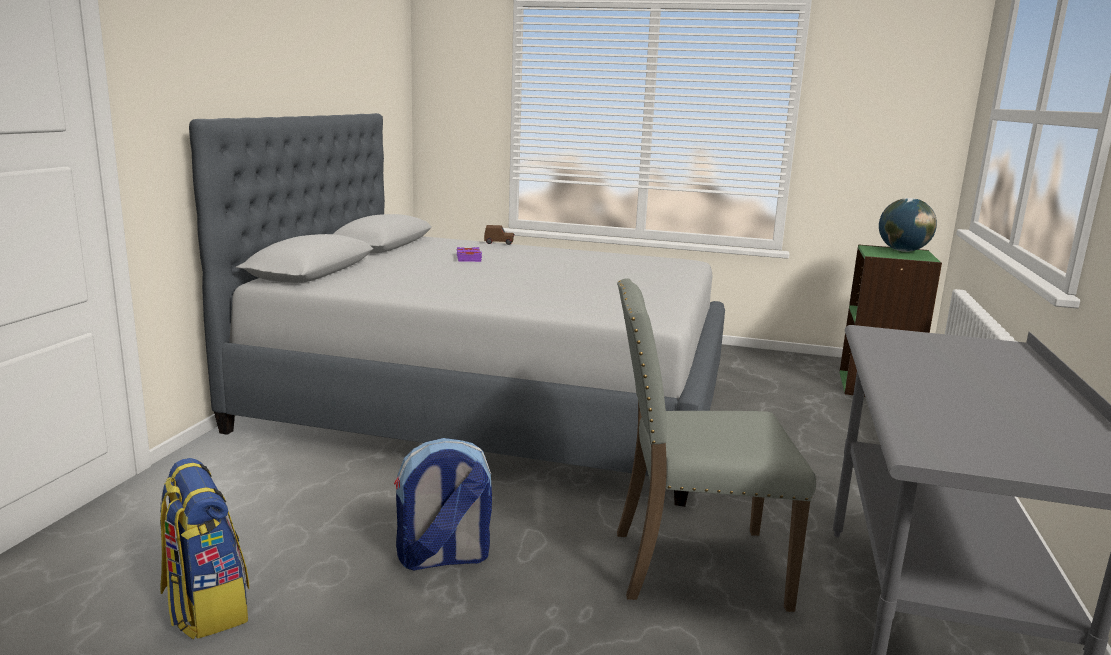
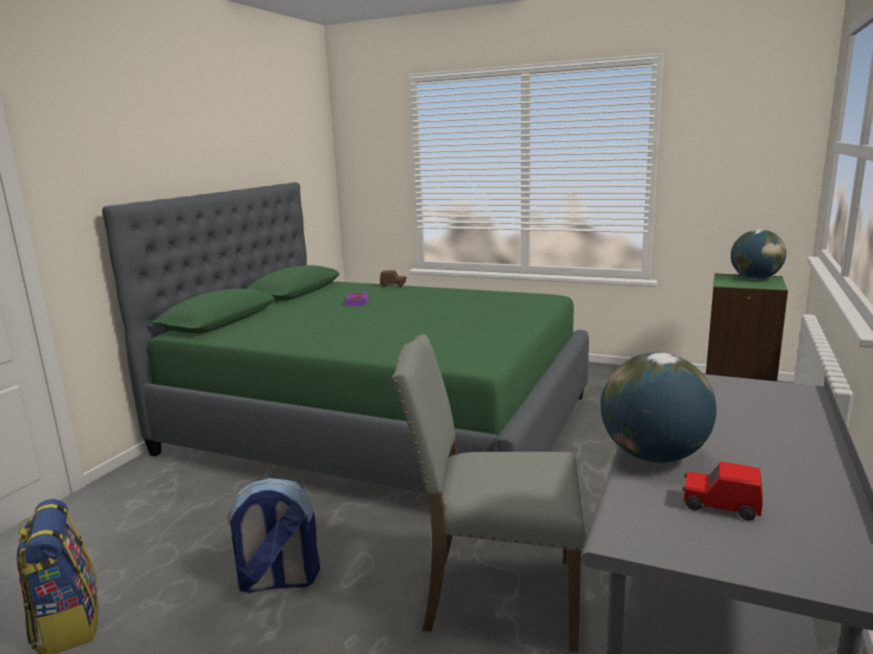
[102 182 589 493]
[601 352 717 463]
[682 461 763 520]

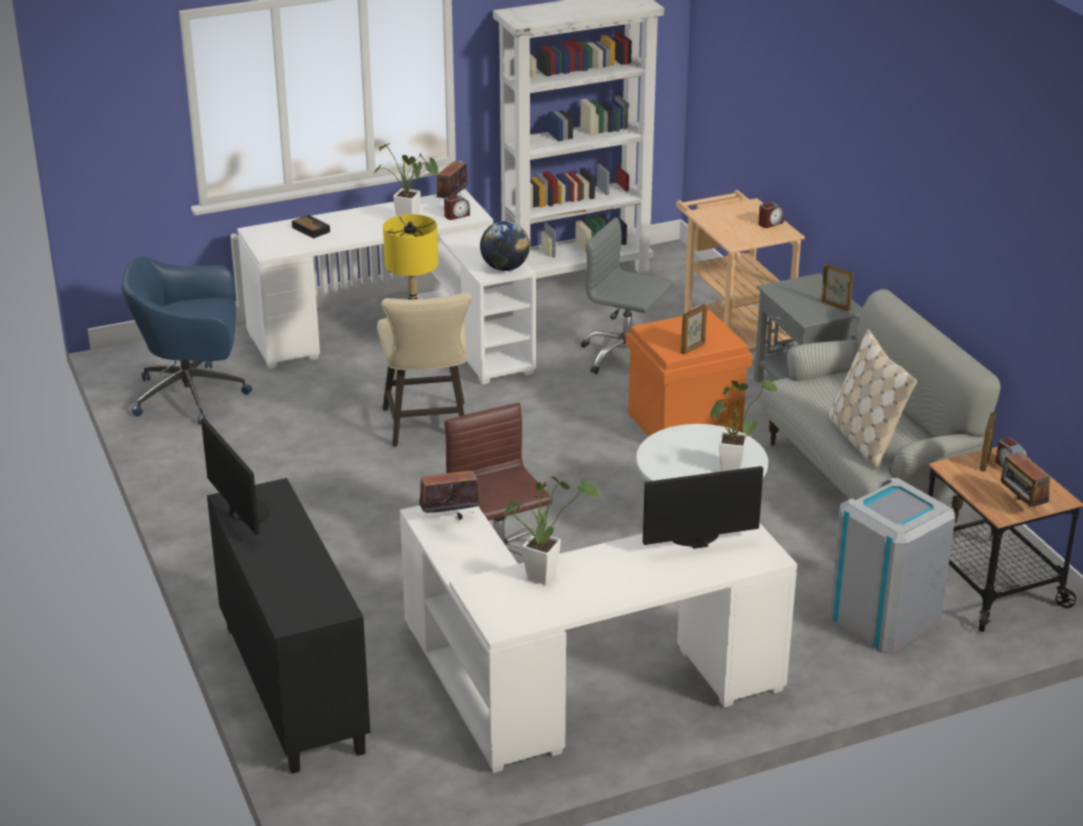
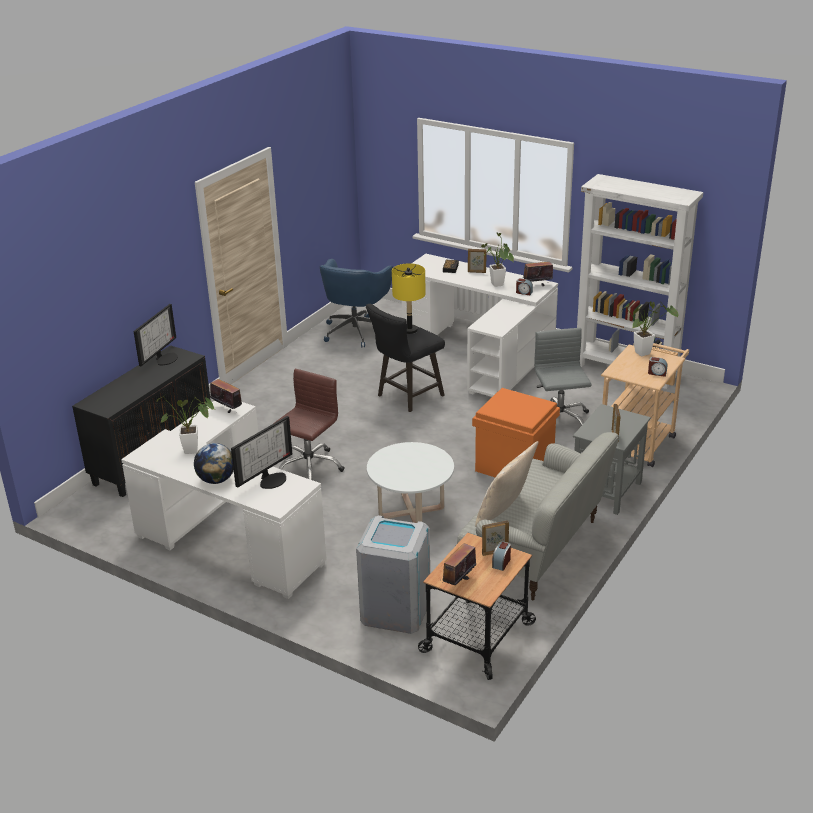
[320 259 393 347]
[366 304 445 412]
[194 443 234 484]
[231 416 292 489]
[468 249 487 273]
[621 301 678 356]

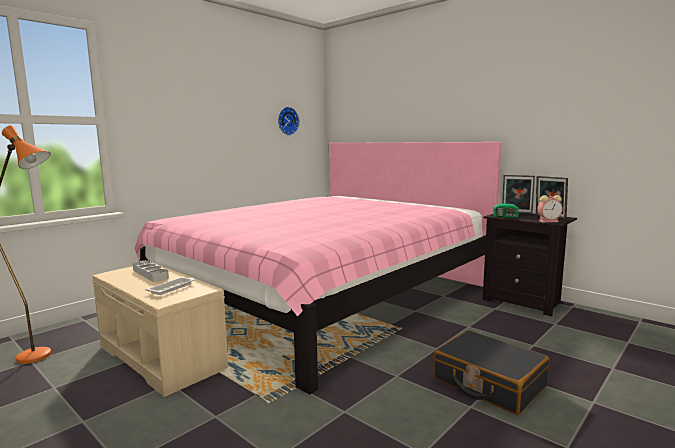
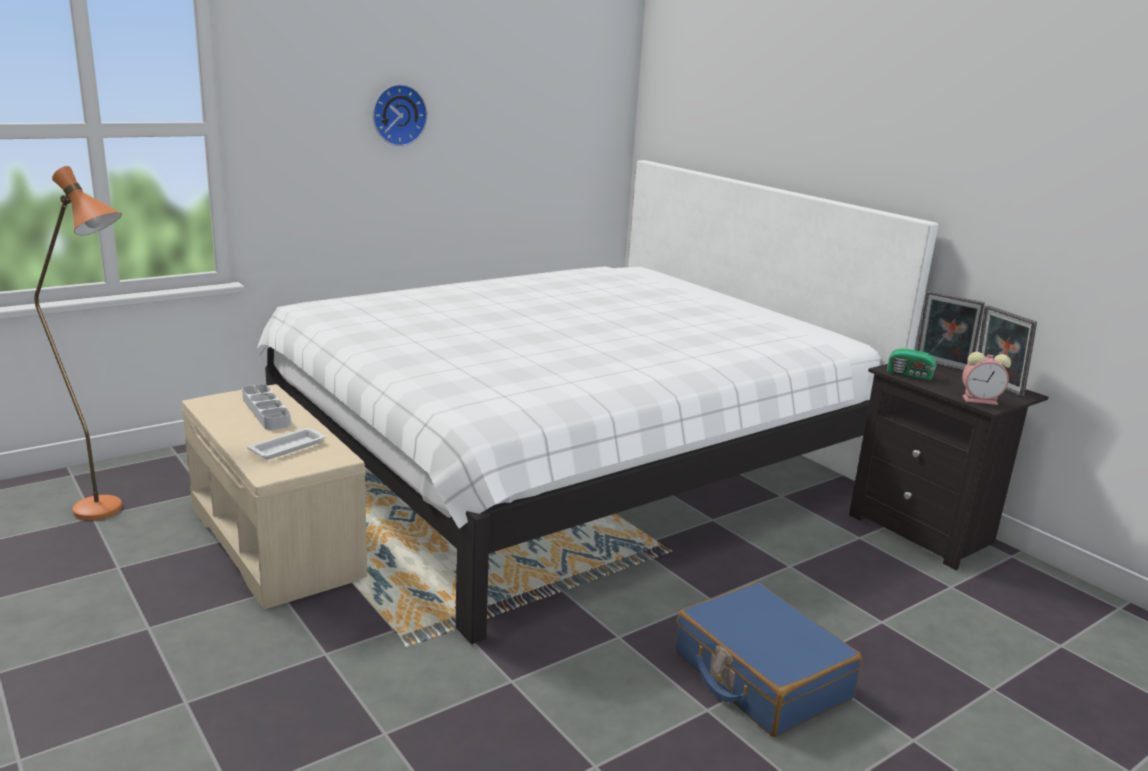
[257 160 938 644]
[373 84 427 146]
[676 582 862 737]

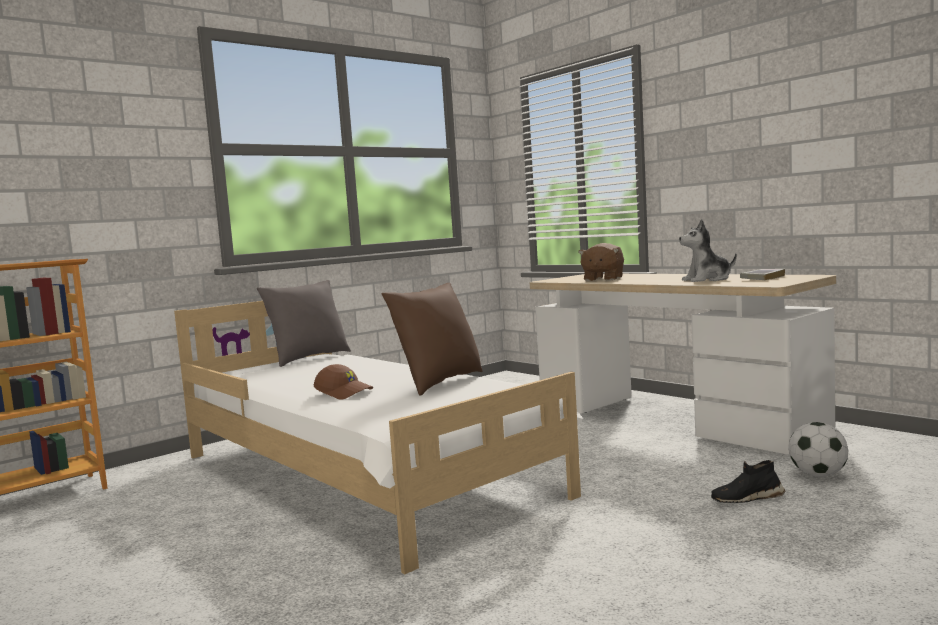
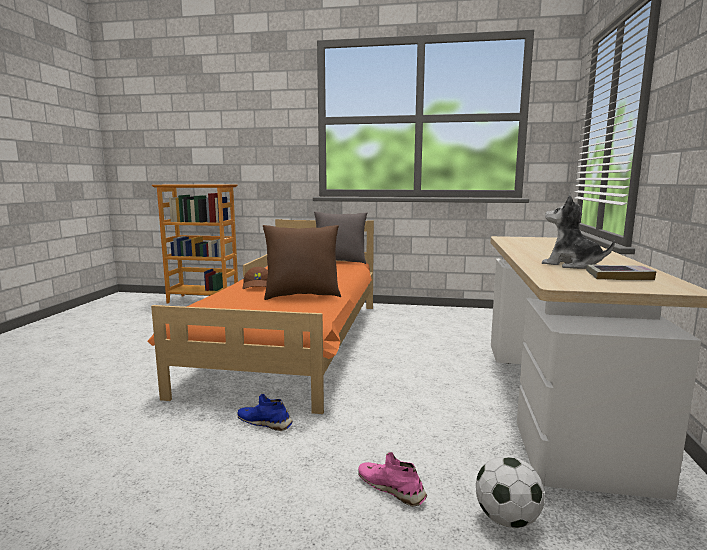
[147 219 374 414]
[578 243 624 281] (first image)
[358 452 427 507]
[237 394 293 431]

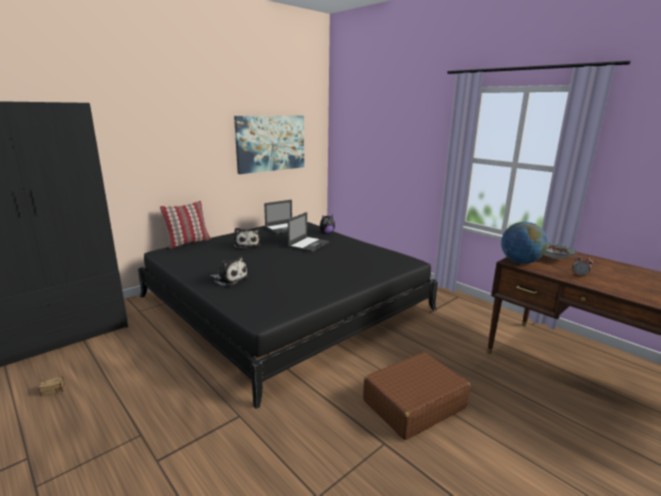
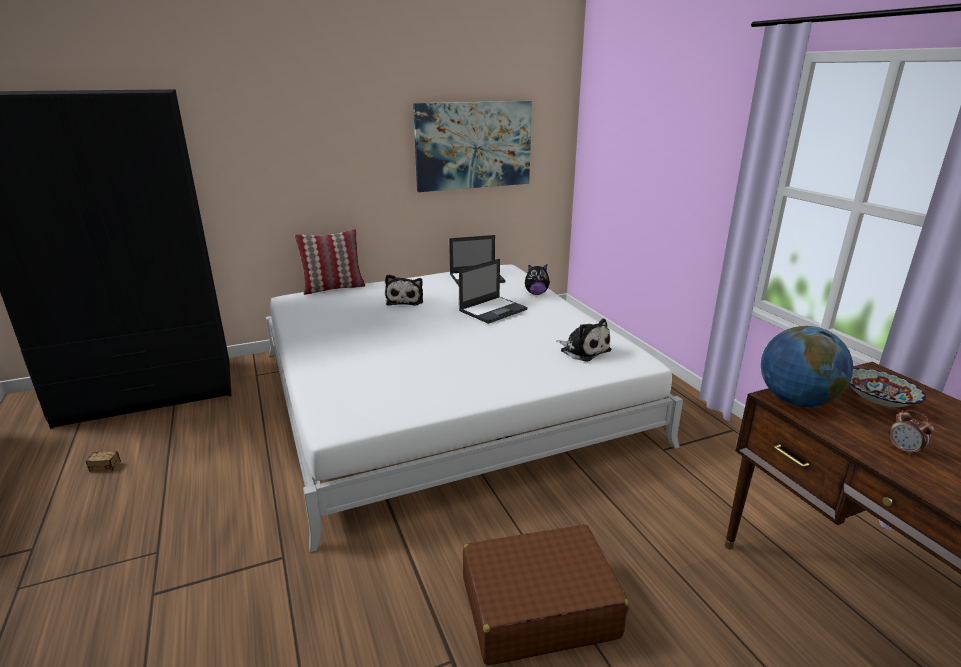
[266 265 683 553]
[556 319 612 362]

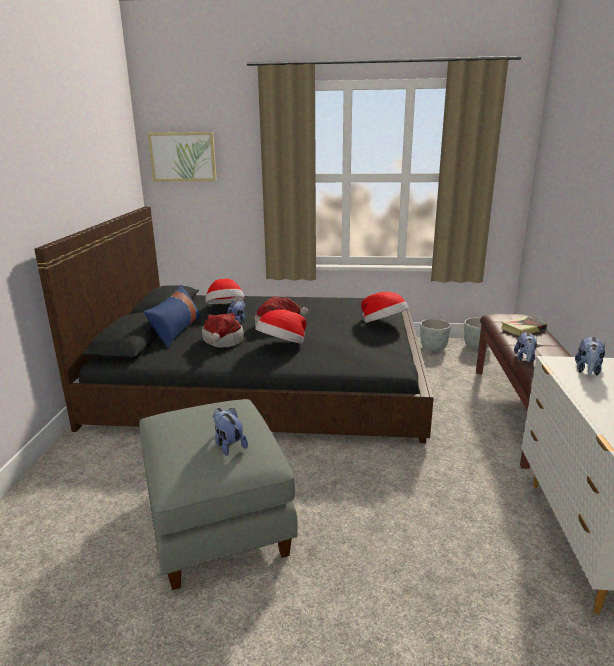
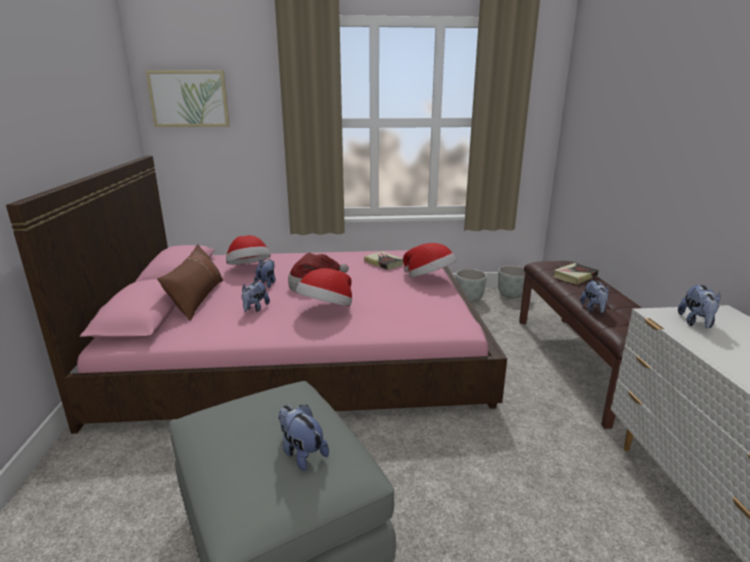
[6 156 507 434]
[157 244 223 321]
[242 280 270 312]
[364 251 403 270]

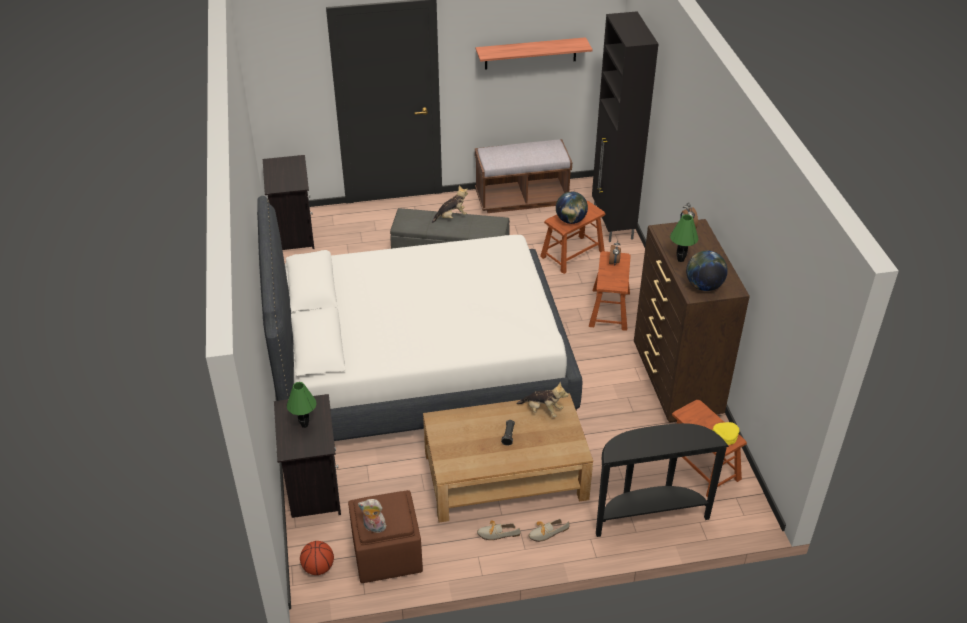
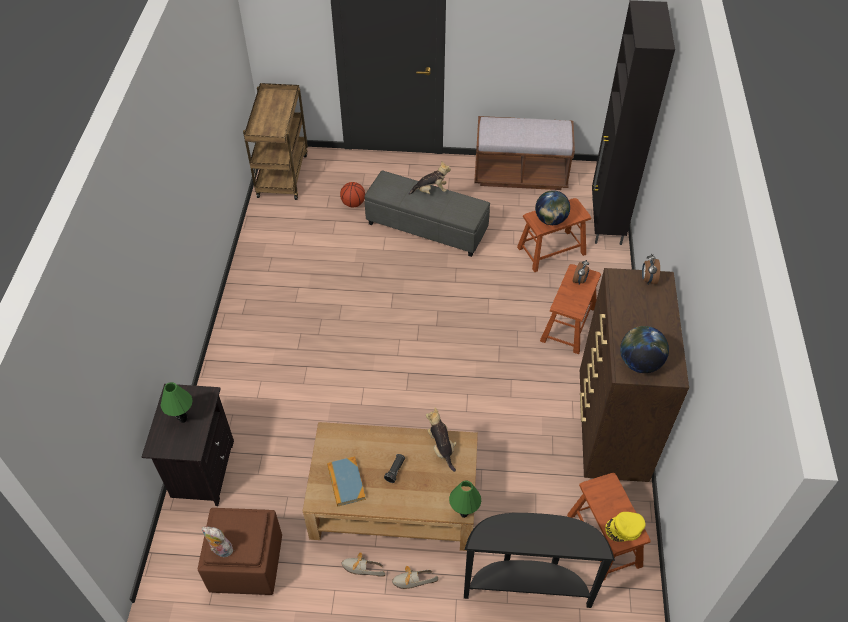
[257 196 582 441] (first image)
[243 83 308 200]
[340 182 365 207]
[476 37 593 70] (first image)
[426 407 456 472]
[449 480 481 518]
[327 456 366 506]

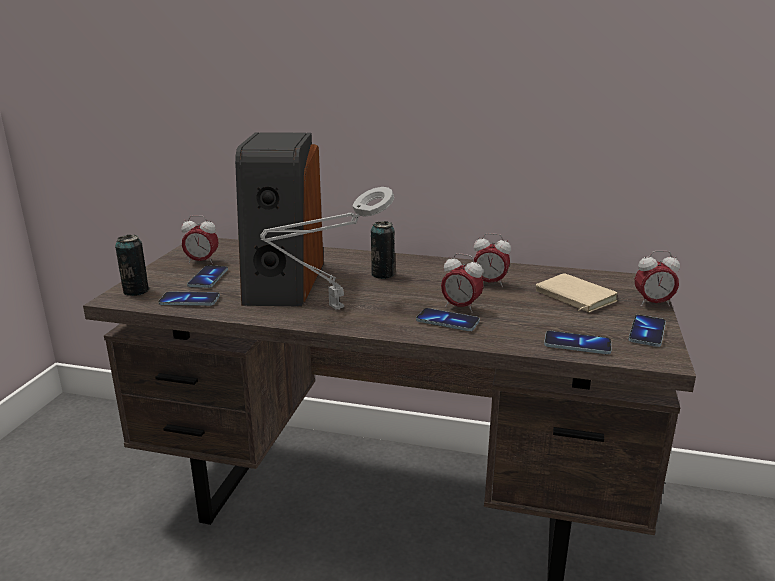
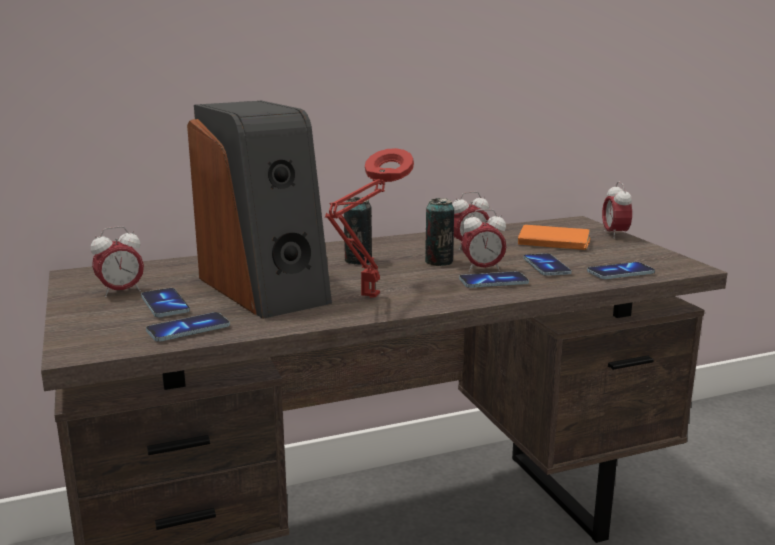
[425 198 454 266]
[325 148 414 298]
[518 225 590 250]
[523 253 572 276]
[602 181 632 239]

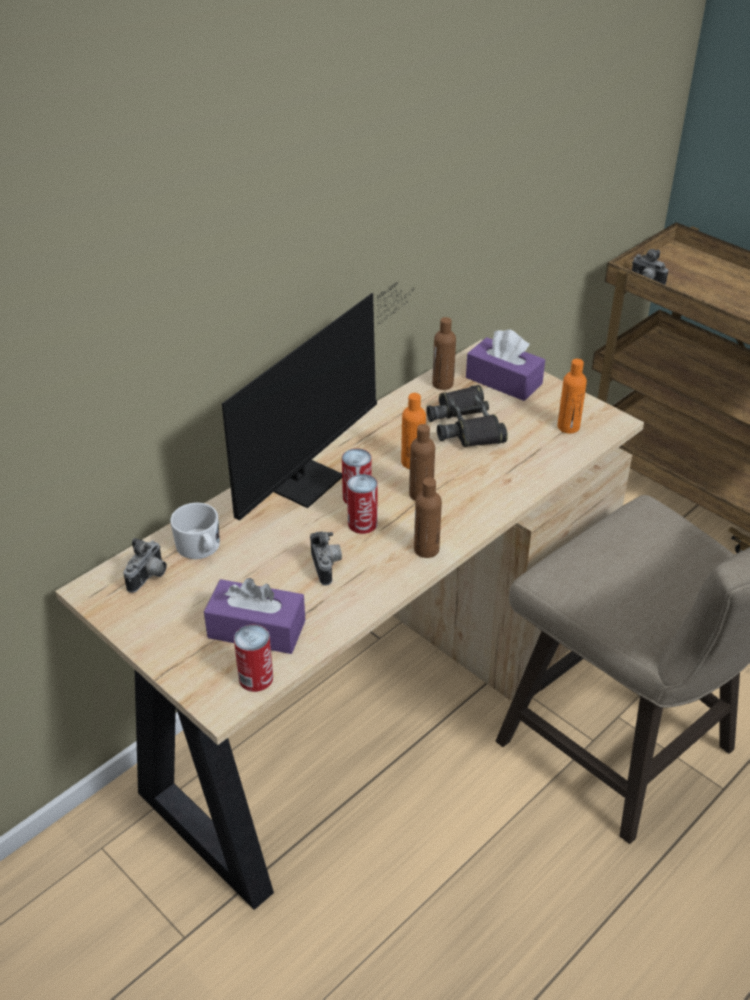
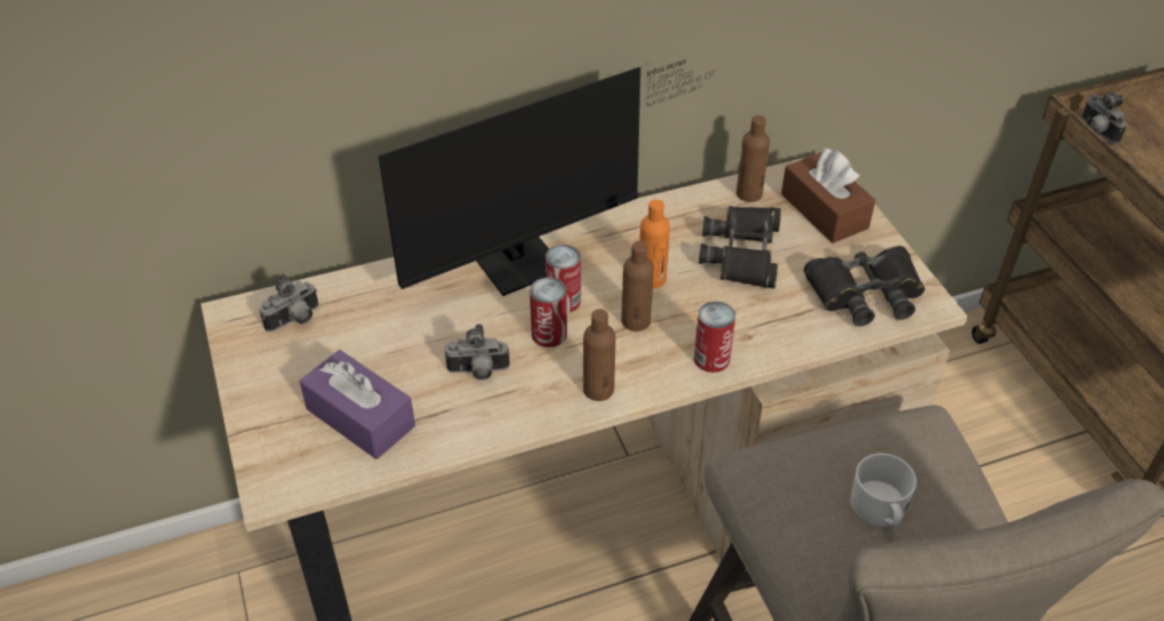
[850 453 917 526]
[694 301 736 373]
[444 324 510 380]
[781 148 876 243]
[804 246 925 326]

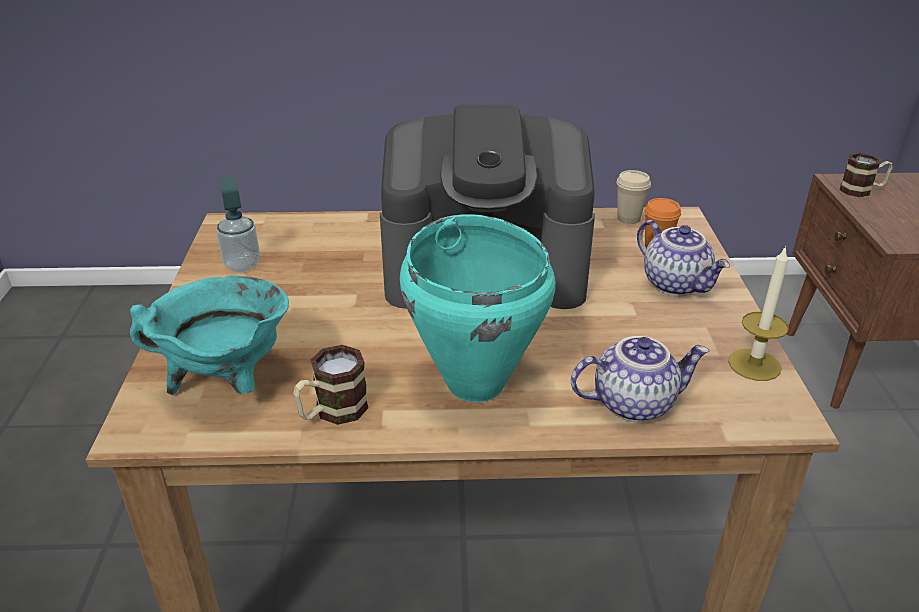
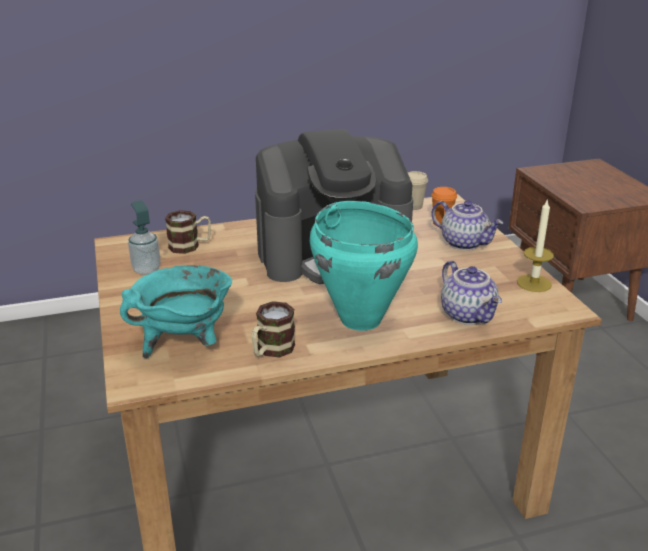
[441 261 502 325]
[165 210 211 254]

